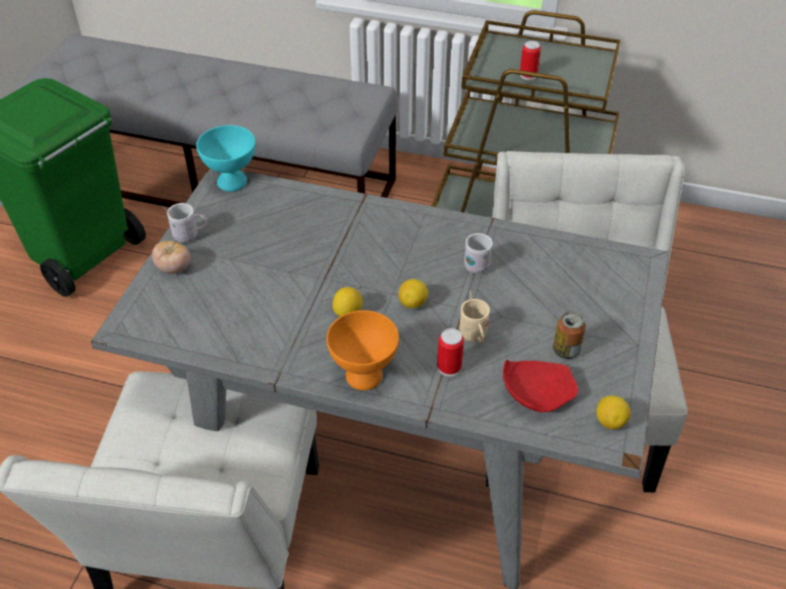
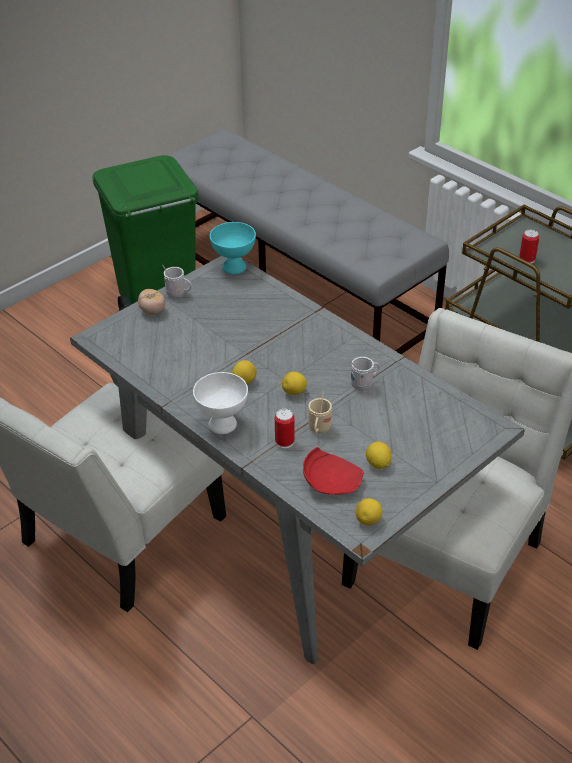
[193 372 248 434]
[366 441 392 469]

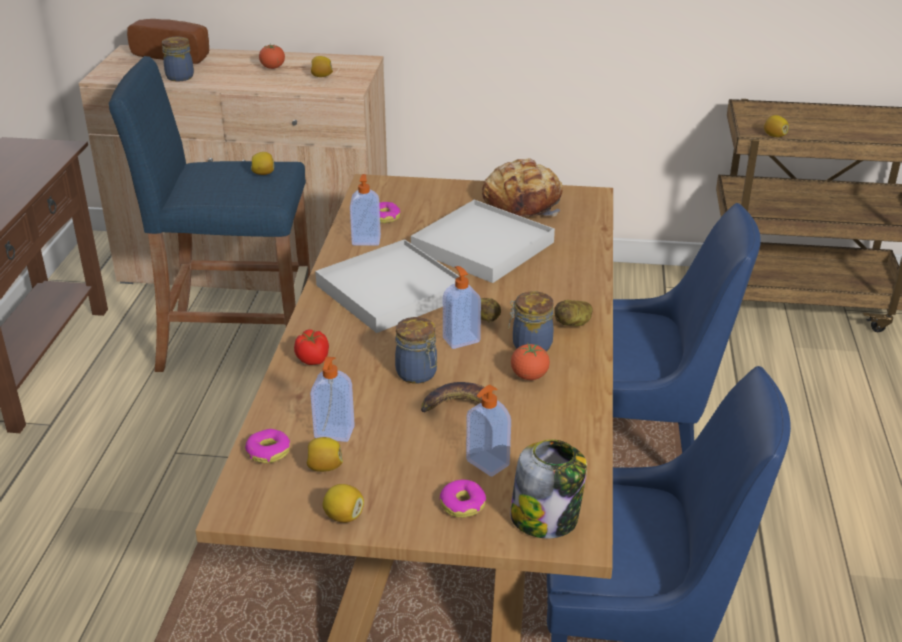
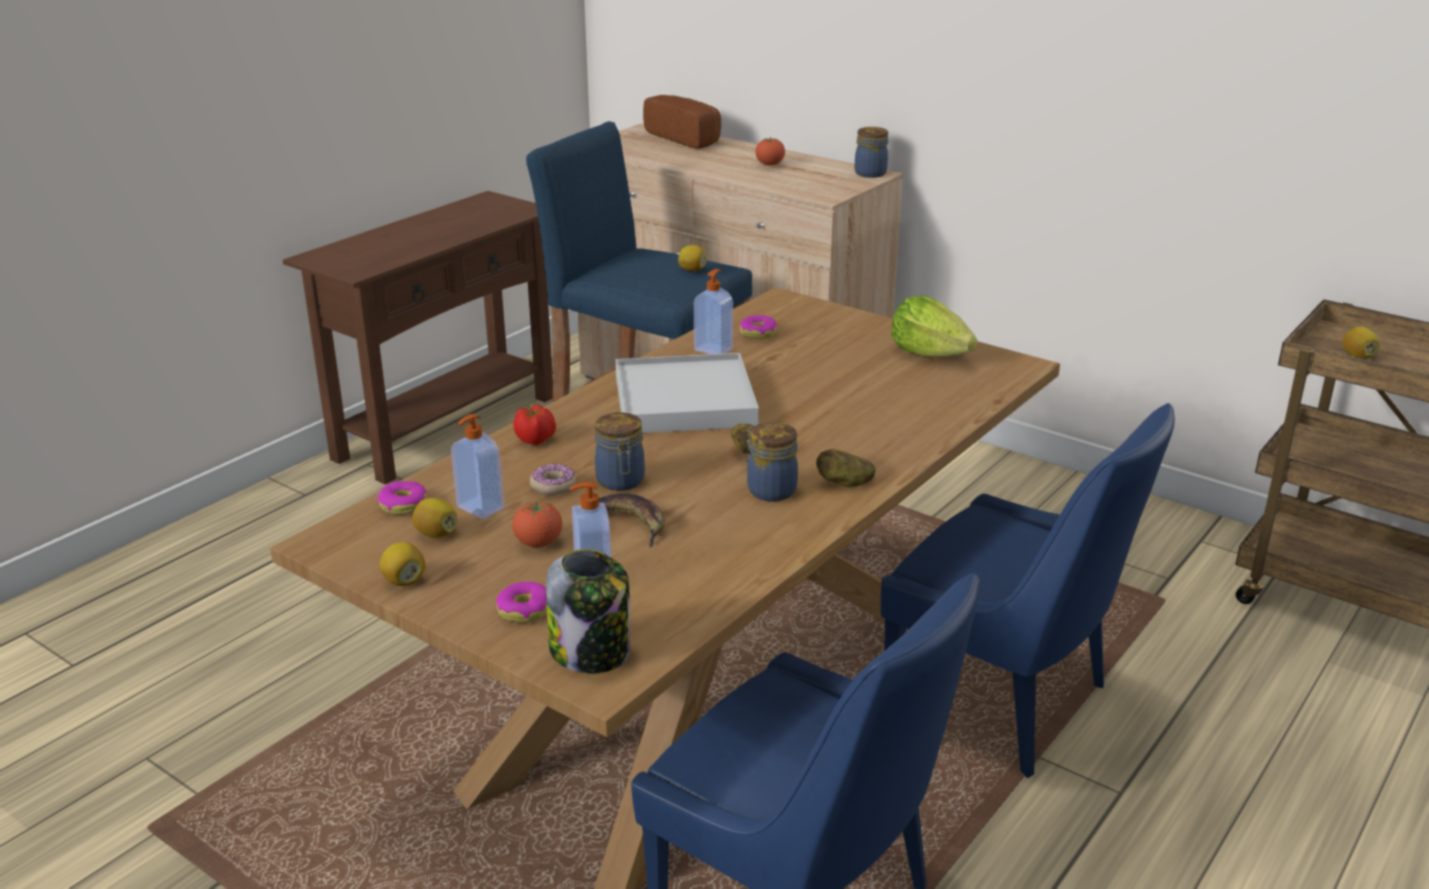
[855 127 888 178]
[311 56 333 77] (first image)
[411 200 555 283] (first image)
[443 266 481 349] (first image)
[891 295 977 358]
[512 500 562 547]
[530 464 576 495]

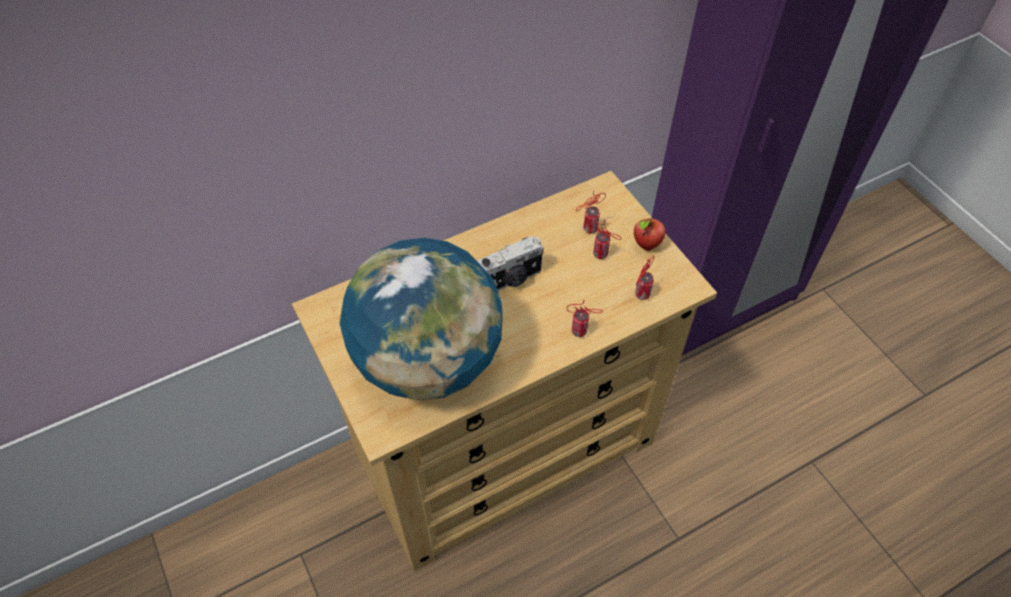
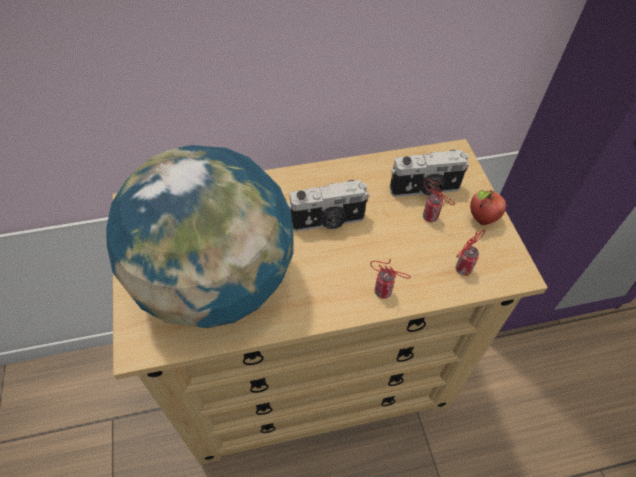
[390 150 469 197]

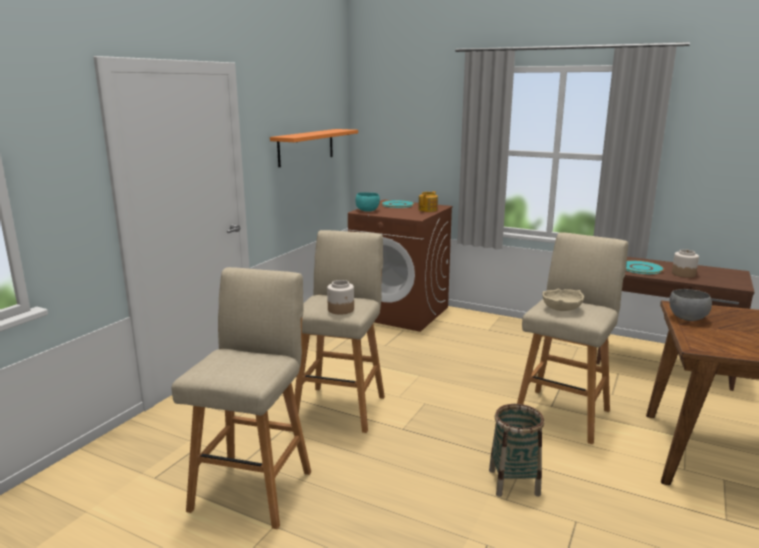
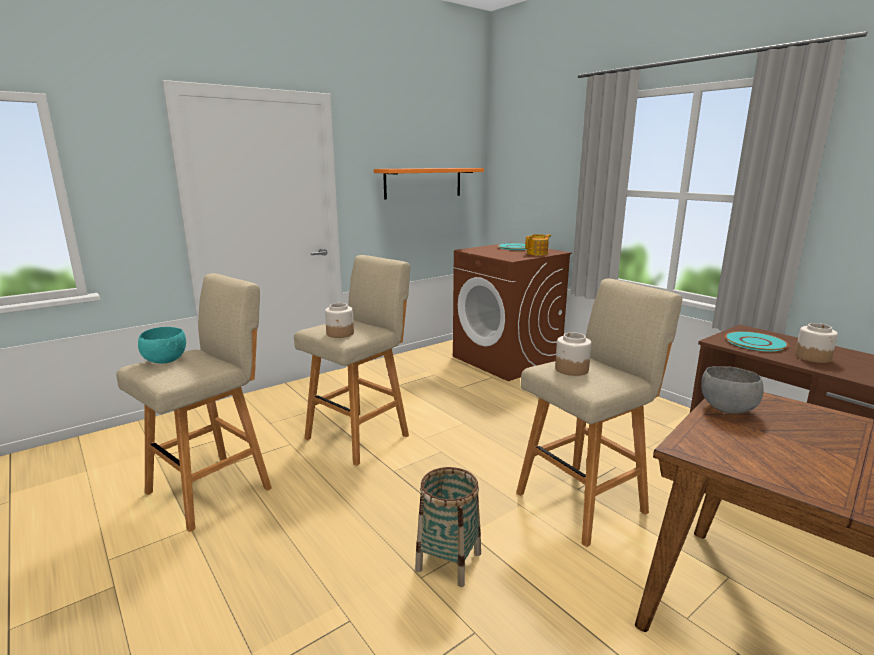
[138 327 186 364]
[555 332 591 376]

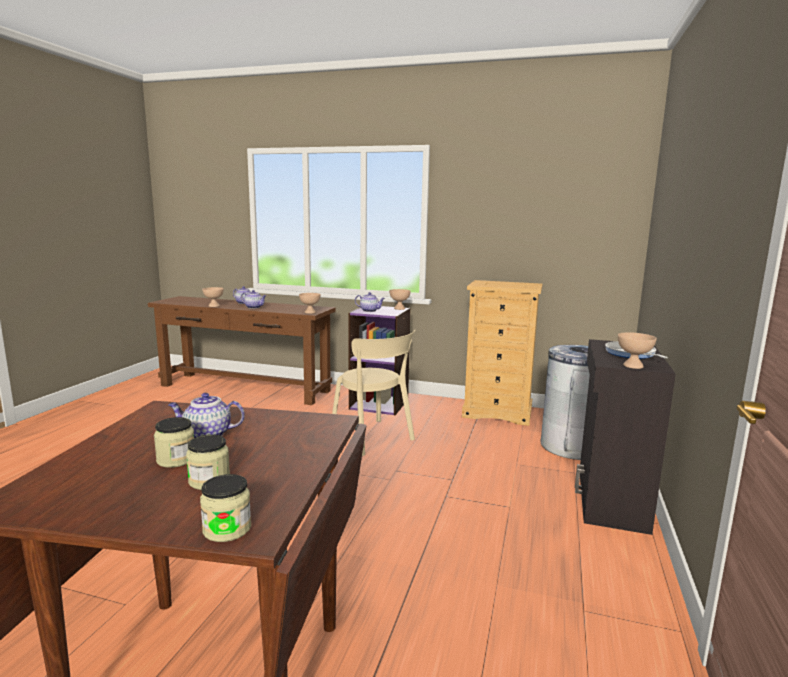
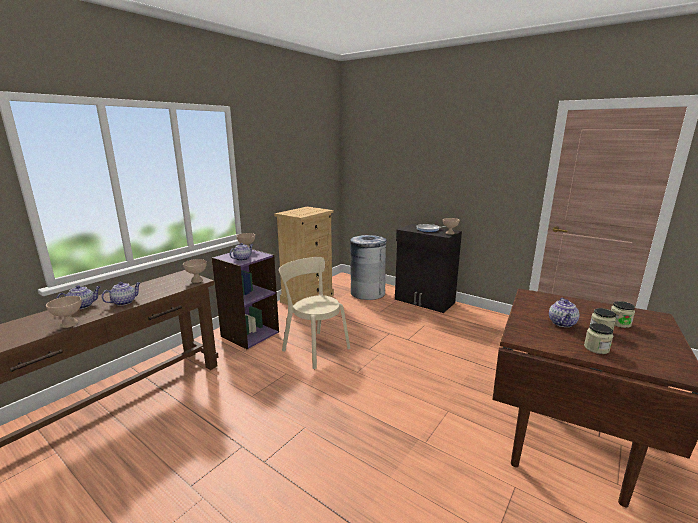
[584 323 613 354]
[279 257 350 369]

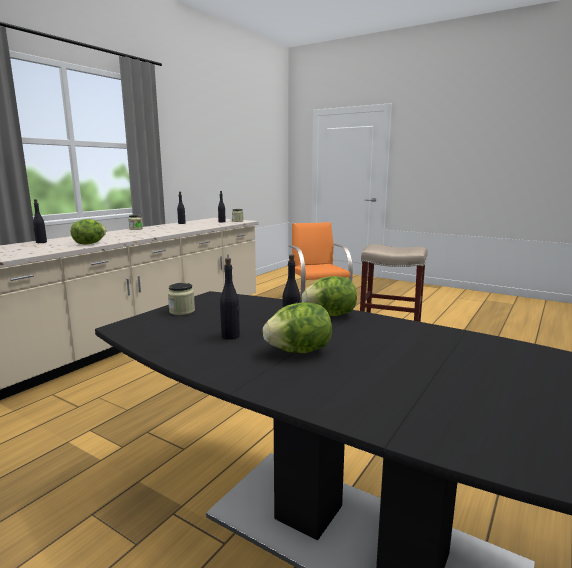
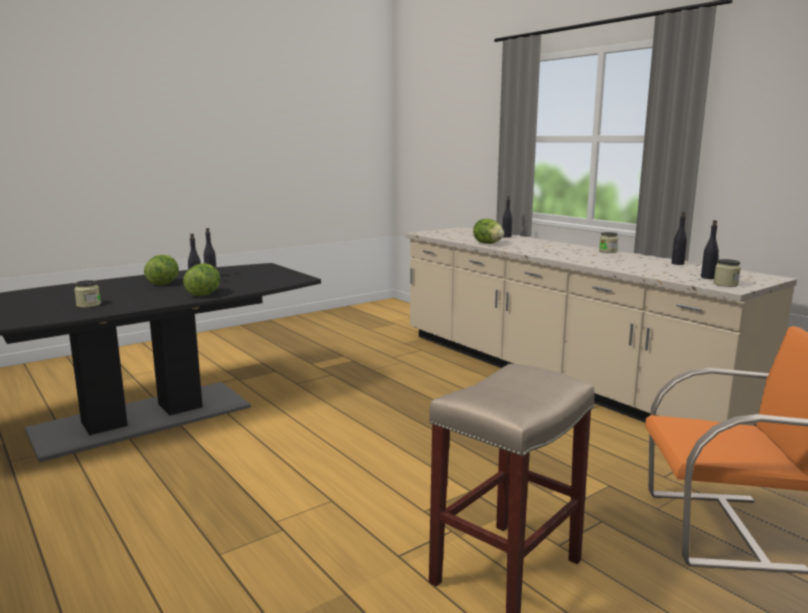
[74 280 101 308]

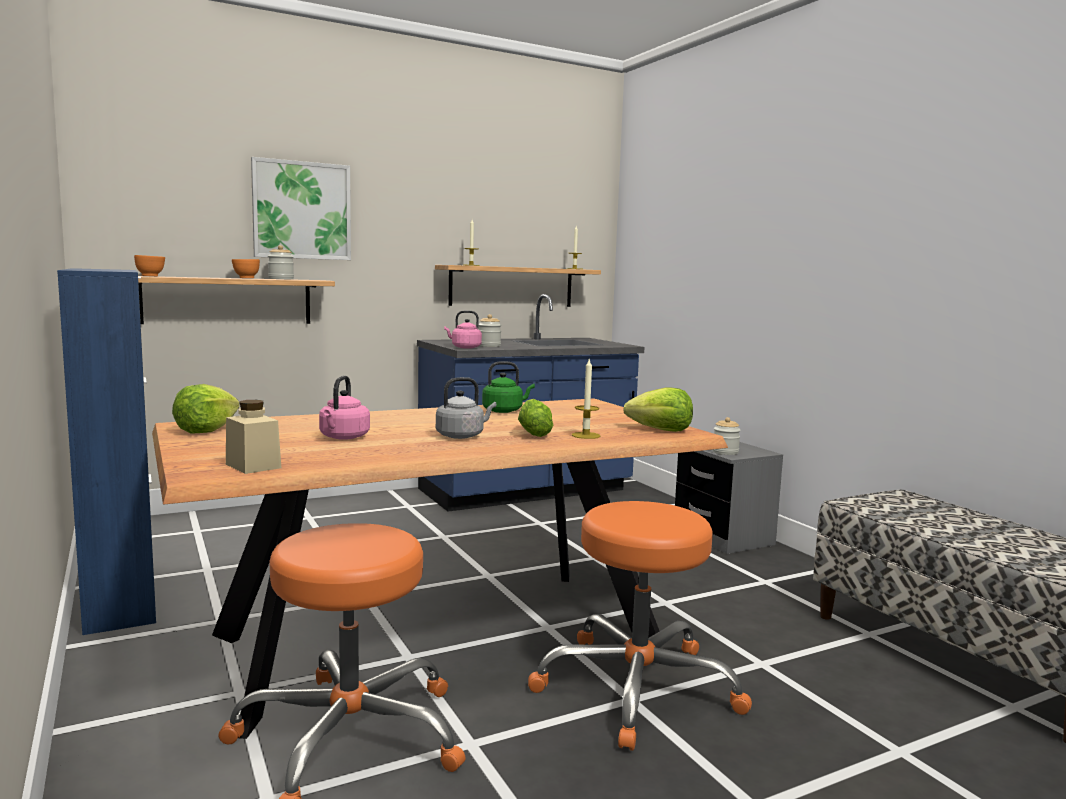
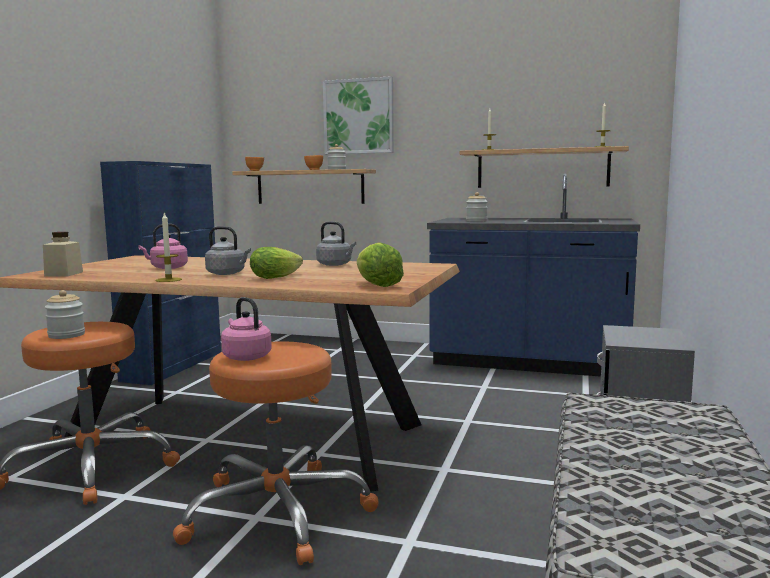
[172 384 240 433] (first image)
[221 297 272 361]
[316 222 356 266]
[156 212 182 282]
[45 290 85 339]

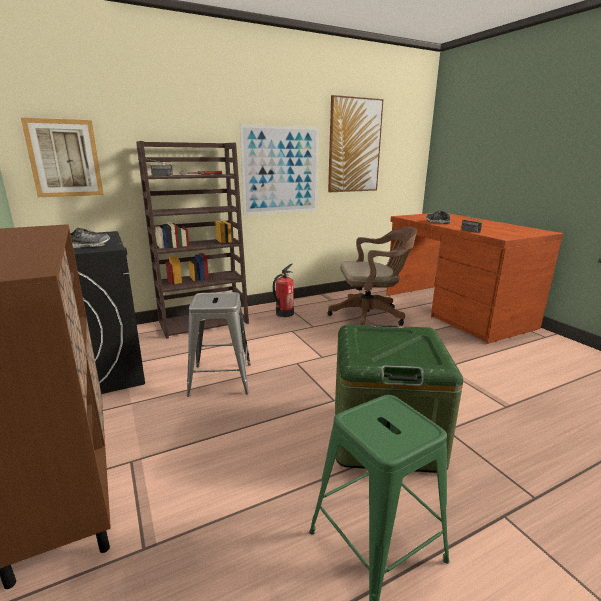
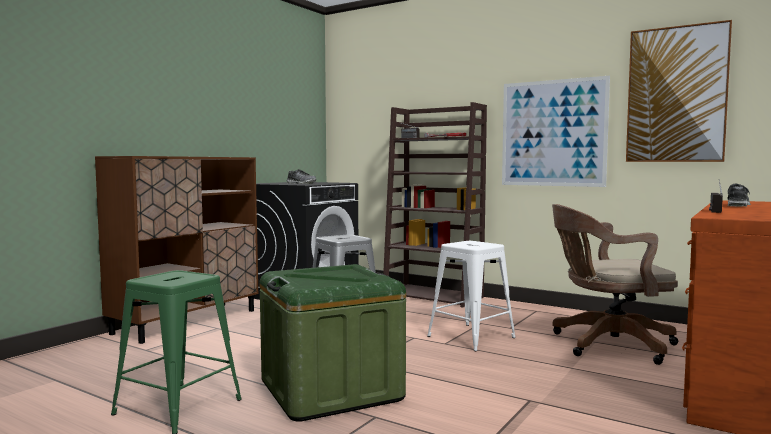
[21 118 104 197] (first image)
[273 263 294 317] (first image)
[552 204 678 365]
[427 241 516 351]

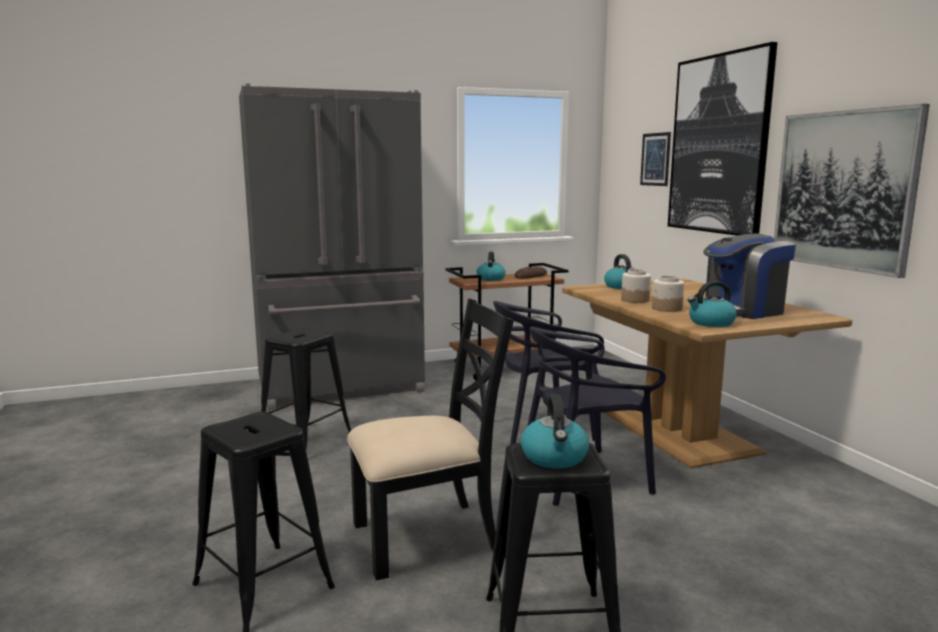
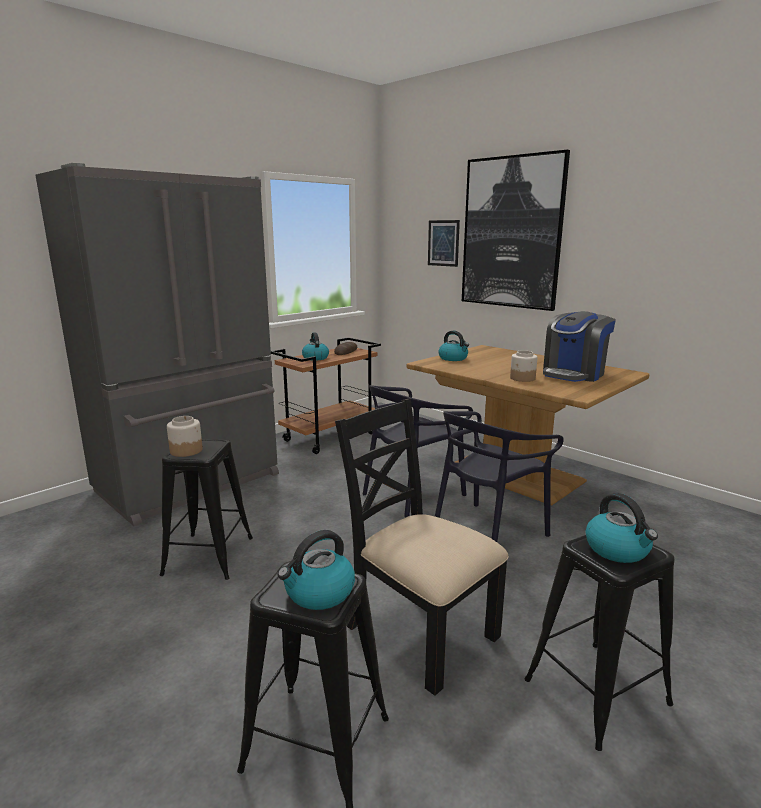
[335 399 509 696]
[167 416 203 457]
[278 530 355 610]
[774 104 930 278] (first image)

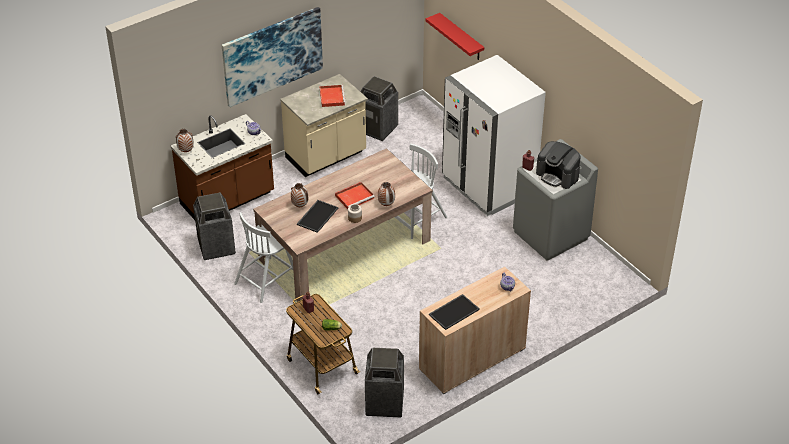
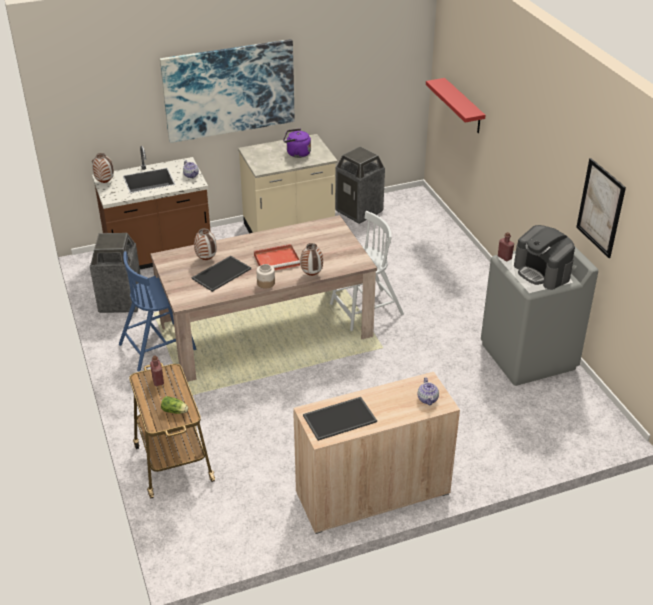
[119 251 196 372]
[283 129 311 158]
[365 348 404 417] (first image)
[442 55 546 216] (first image)
[576 158 626 258]

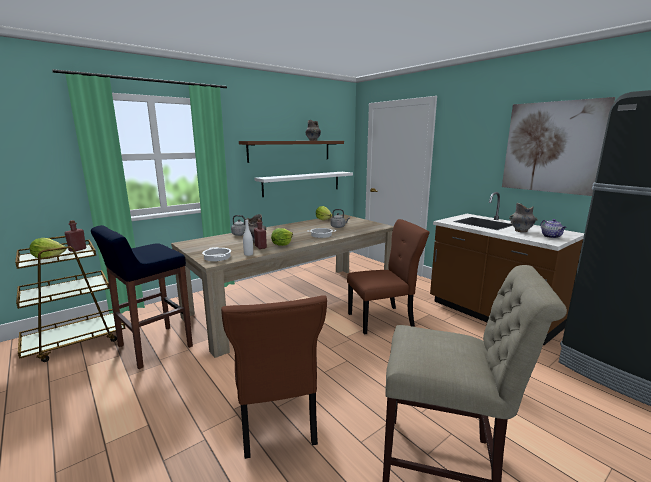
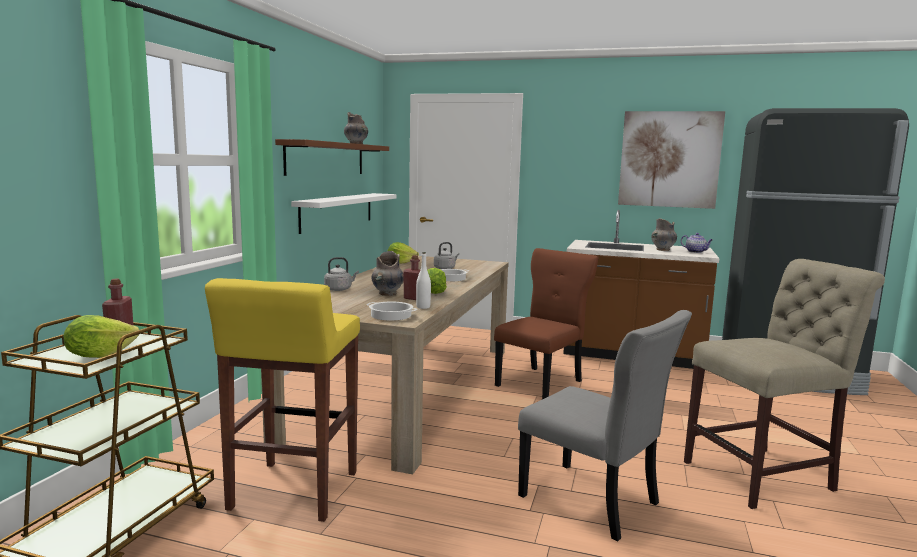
[205 278 360 522]
[518 310 692 541]

